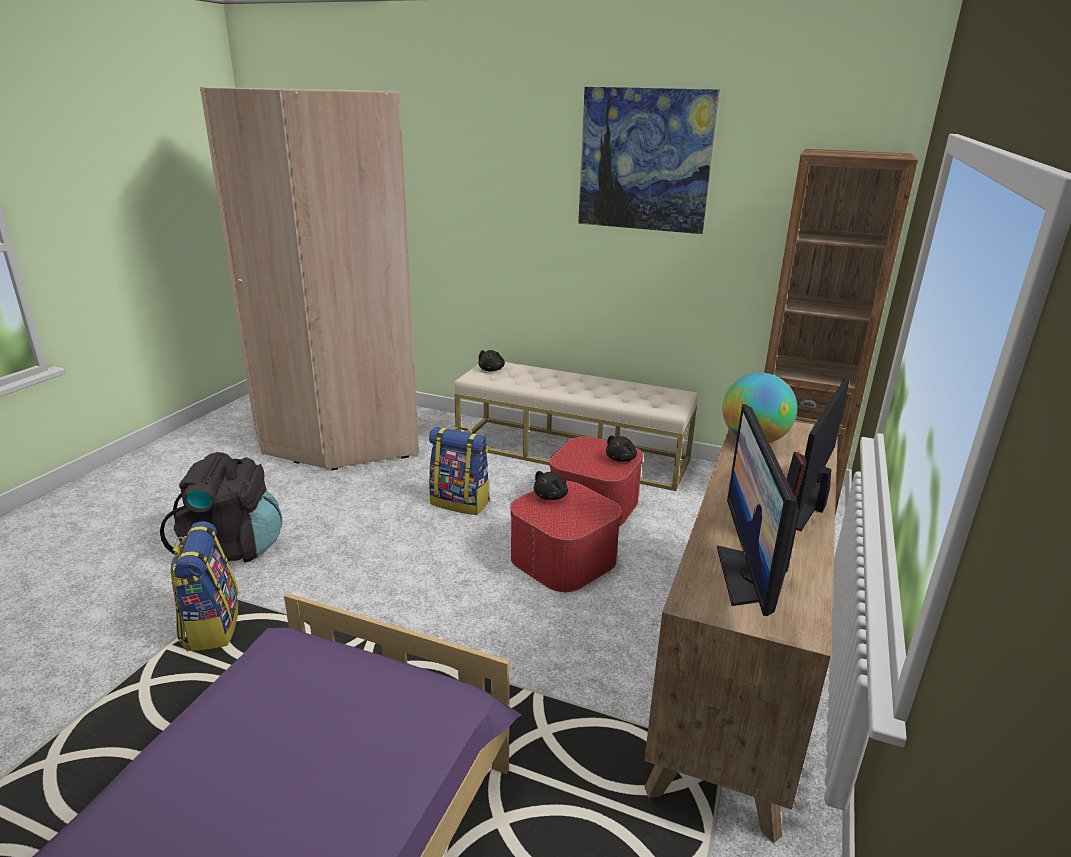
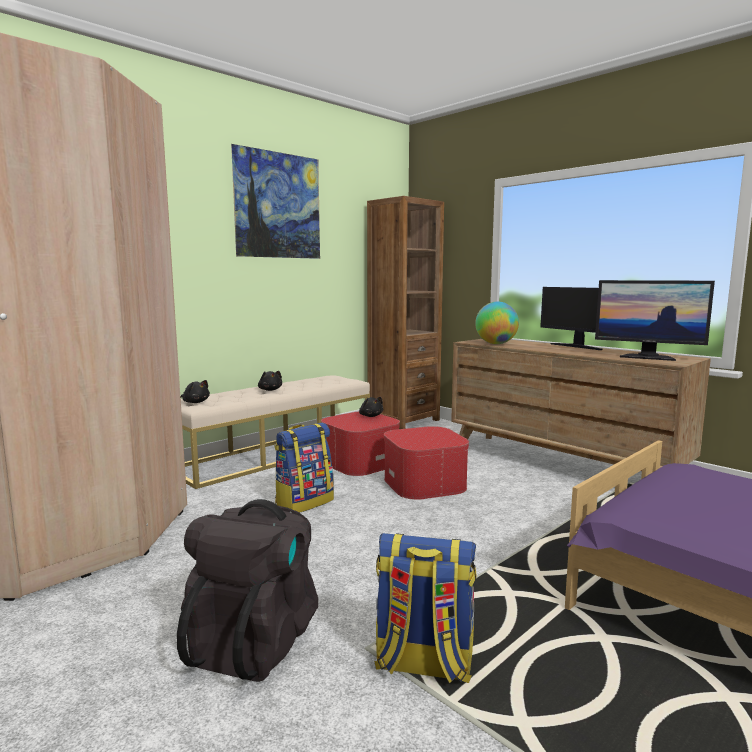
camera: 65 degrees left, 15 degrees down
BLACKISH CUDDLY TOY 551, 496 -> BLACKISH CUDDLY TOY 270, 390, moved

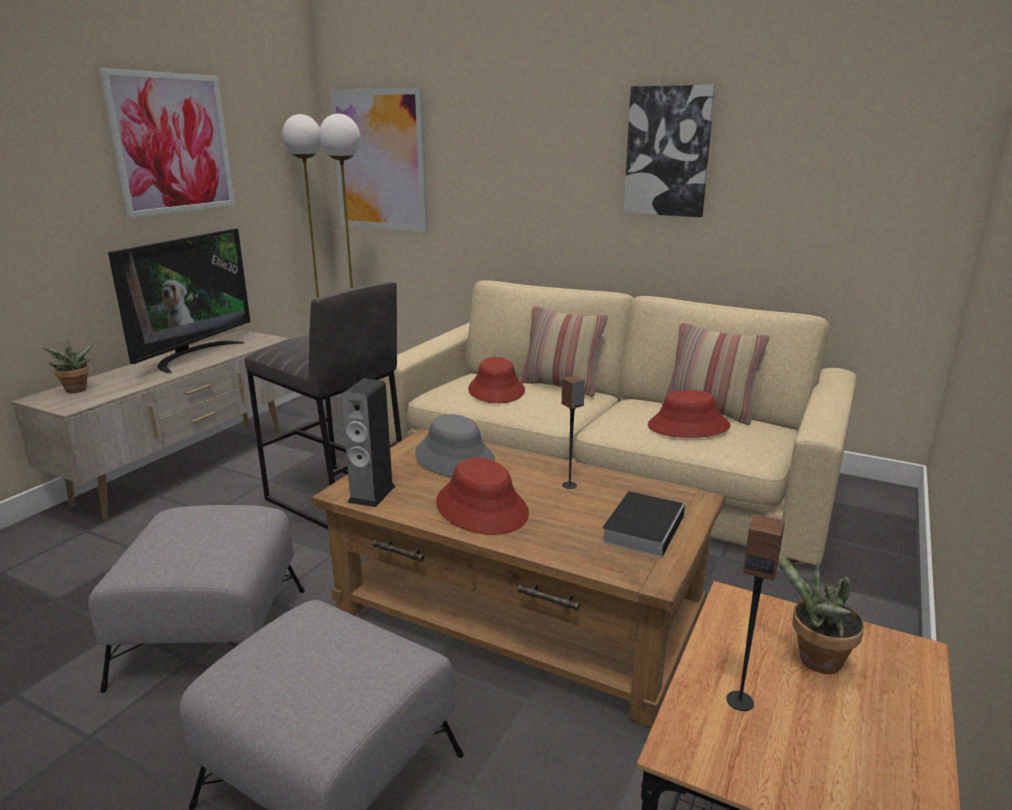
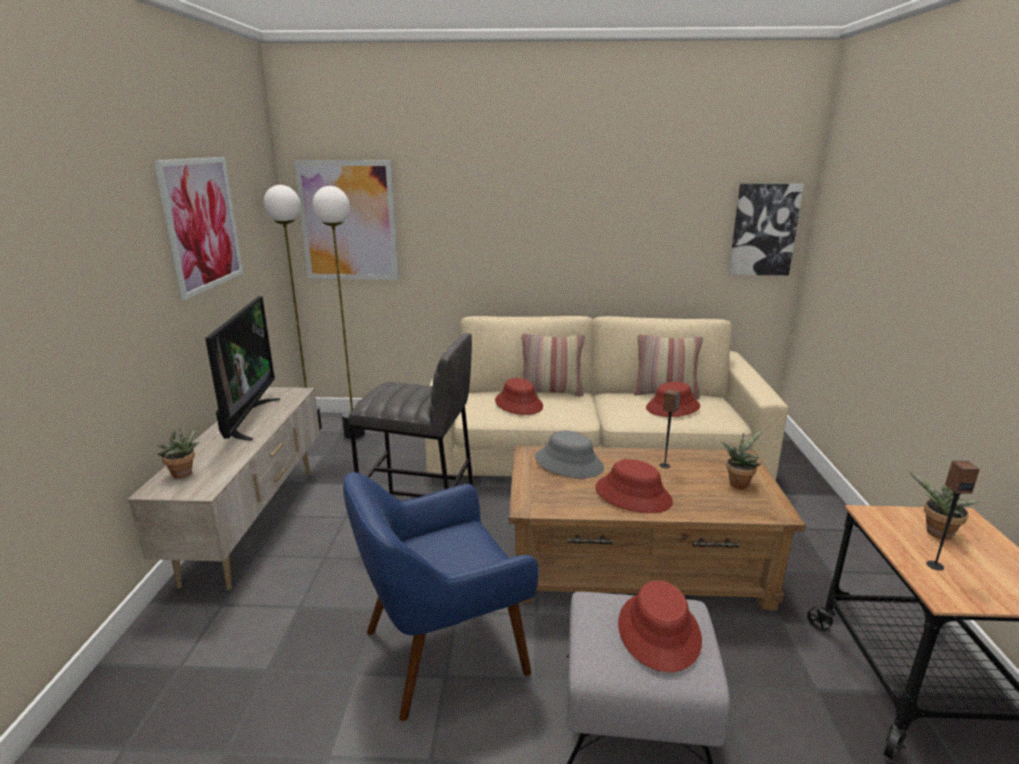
camera: 25 degrees left, 0 degrees up
AUDIO SPEAKER 372, 494 -> none
none -> REDDISH CLOTHING HAT 659, 631
WALL PICTURE 668, 152 -> WALL PICTURE 763, 229, moved
GRAY OTTOMAN 213, 635 -> BLUE ARMCHAIR 442, 651
BOOK 643, 527 -> PLANT IN A POT 738, 483

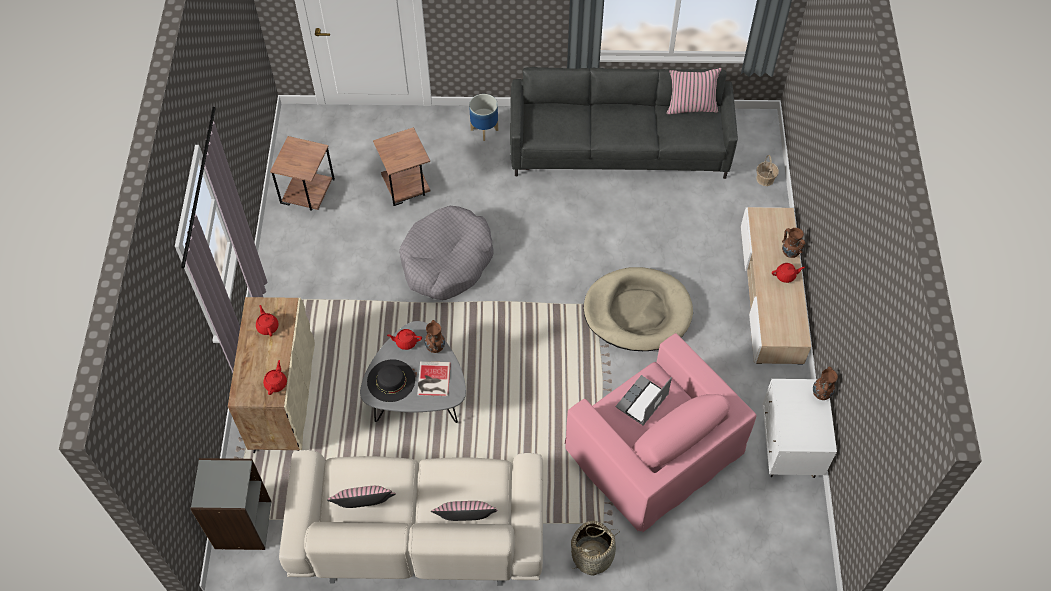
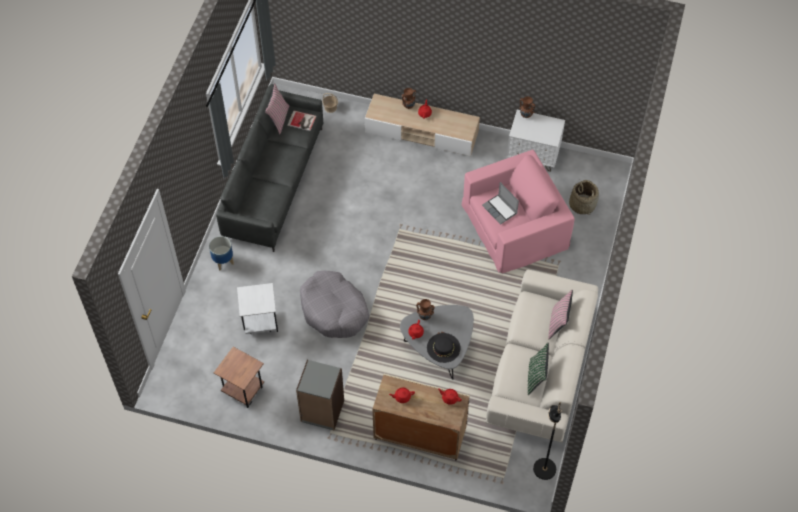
camera: 75 degrees left, 0 degrees up
SAND-COLOURED PET BED 637, 312 -> none
none -> BLACKISH STANDING LAMP 544, 469
GRAY BOOKSHELF 242, 524 -> GRAY BOOKSHELF 322, 411, moved
BOOK 432, 380 -> BOOK 302, 121, moved
STORAGE BASKET 593, 555 -> STORAGE BASKET 582, 204, moved
PINK-COLOURED CUSHION 365, 507 -> GREEN CUSHION 536, 377
BROWNISH END TABLE 405, 189 -> WHITE END TABLE 260, 324

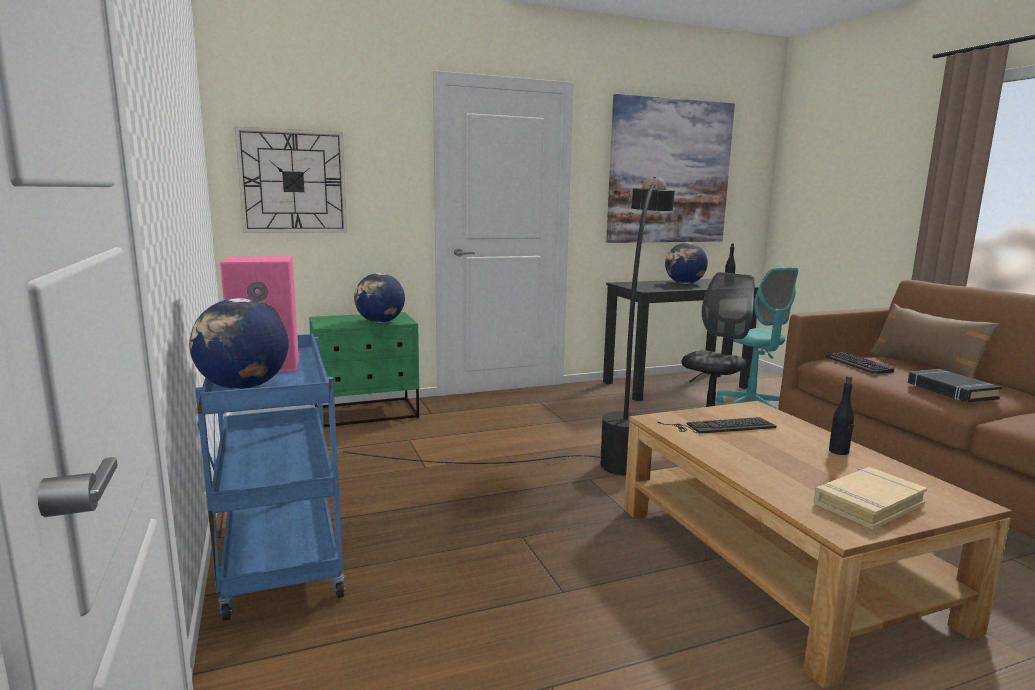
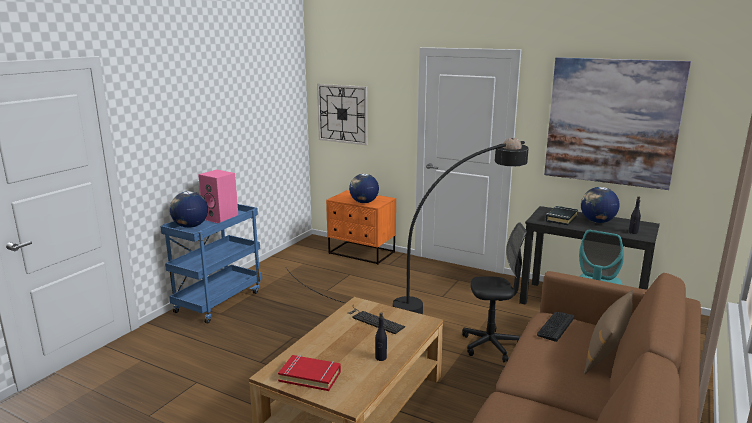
camera: 50 degrees right, 5 degrees up
BLACKISH BOOK 950, 391 -> BLACKISH BOOK 561, 218, moved
GREEN NIGHTSTAND 367, 413 -> ORANGE-COLOURED NIGHTSTAND 361, 253
SAND-COLOURED BOOK 867, 504 -> REDDISH BOOK 310, 376

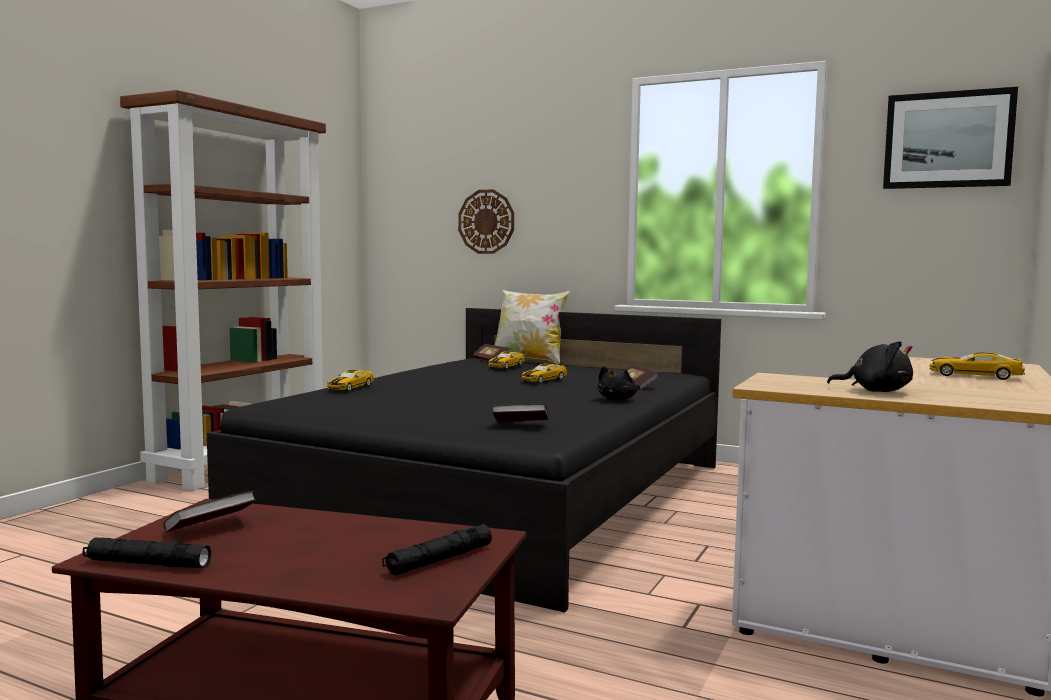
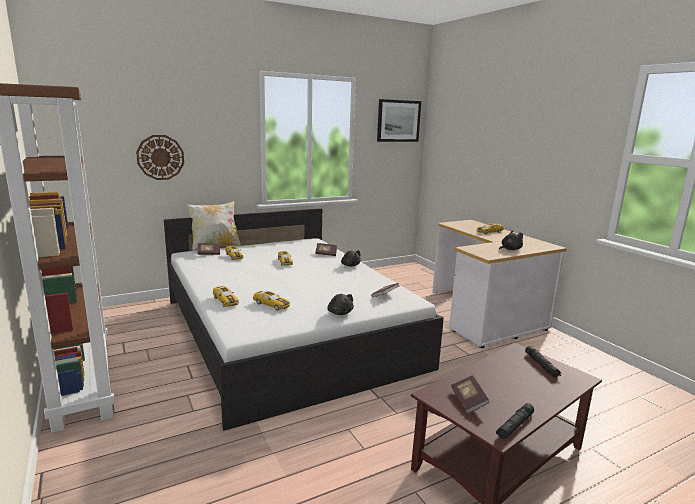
camera: 55 degrees left, 10 degrees up
none -> TOY CAR 271, 304
none -> BLACKISH CUDDLY TOY 340, 313
BLACKISH BEDROOM BED 499, 496 -> WHITE BEDROOM BED 286, 332

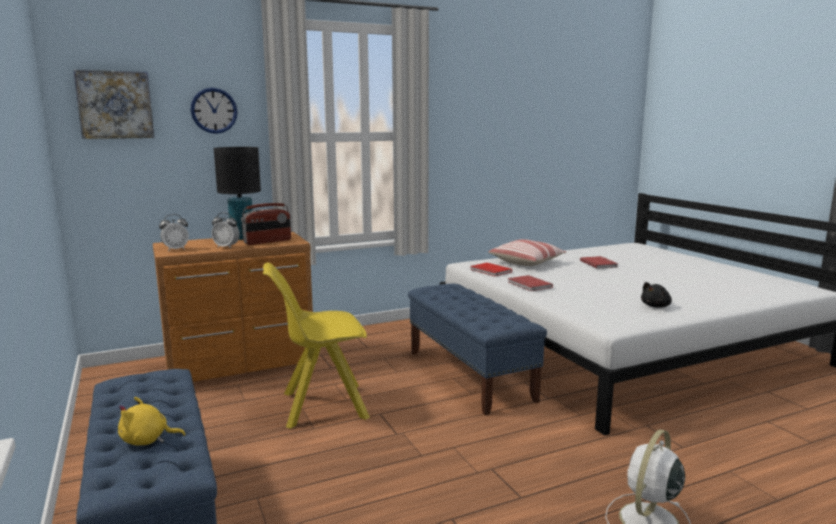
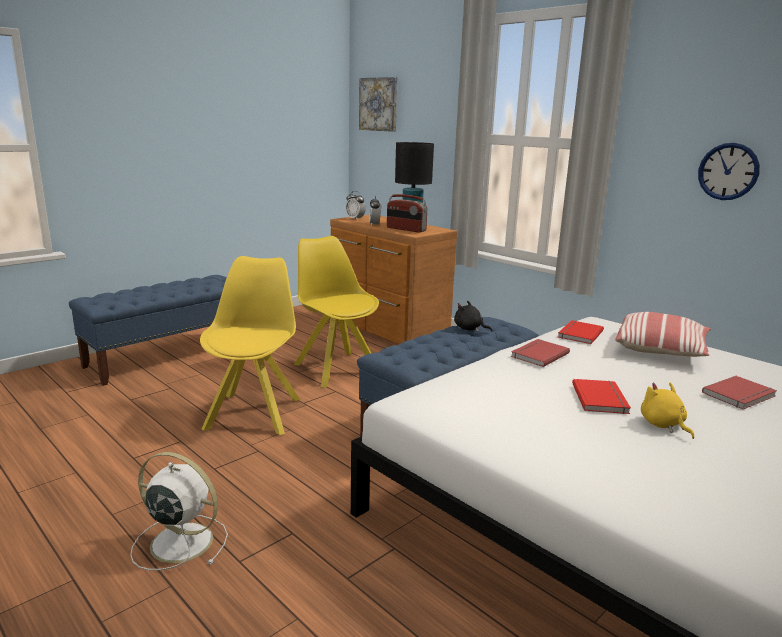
camera: 70 degrees right, 5 degrees up
none -> YELLOWISH PLAIN CHAIR 255, 412
none -> REDDISH BOOK 601, 398
YELLOWISH CUDDLY TOY 147, 440 -> YELLOWISH CUDDLY TOY 663, 425, moved
WALL CLOCK 214, 110 -> WALL CLOCK 728, 171, moved
BLACKISH CUDDLY TOY 656, 306 -> BLACKISH CUDDLY TOY 469, 329, moved

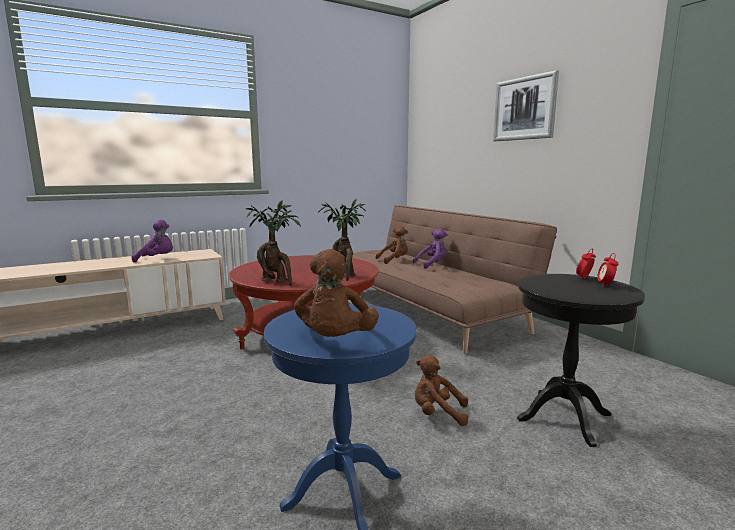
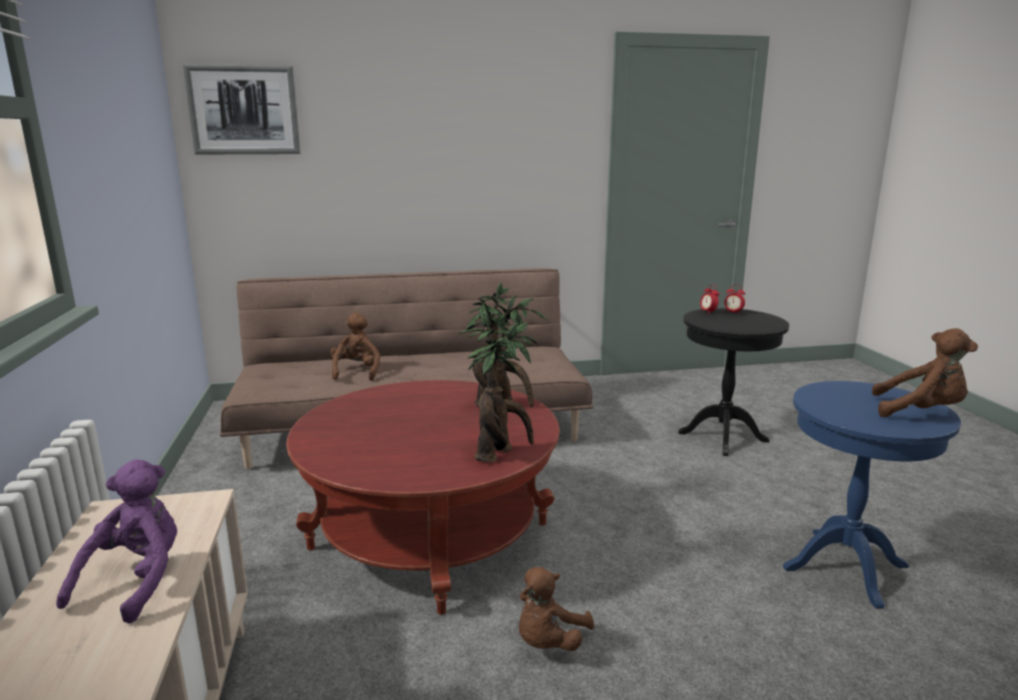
camera: 70 degrees left, 5 degrees up
PURPLISH CUDDLY TOY 432, 265 -> none
BROWNISH CUDDLY TOY 437, 414 -> BROWNISH CUDDLY TOY 548, 642, moved
WALL PICTURE 524, 108 -> WALL PICTURE 243, 110, moved

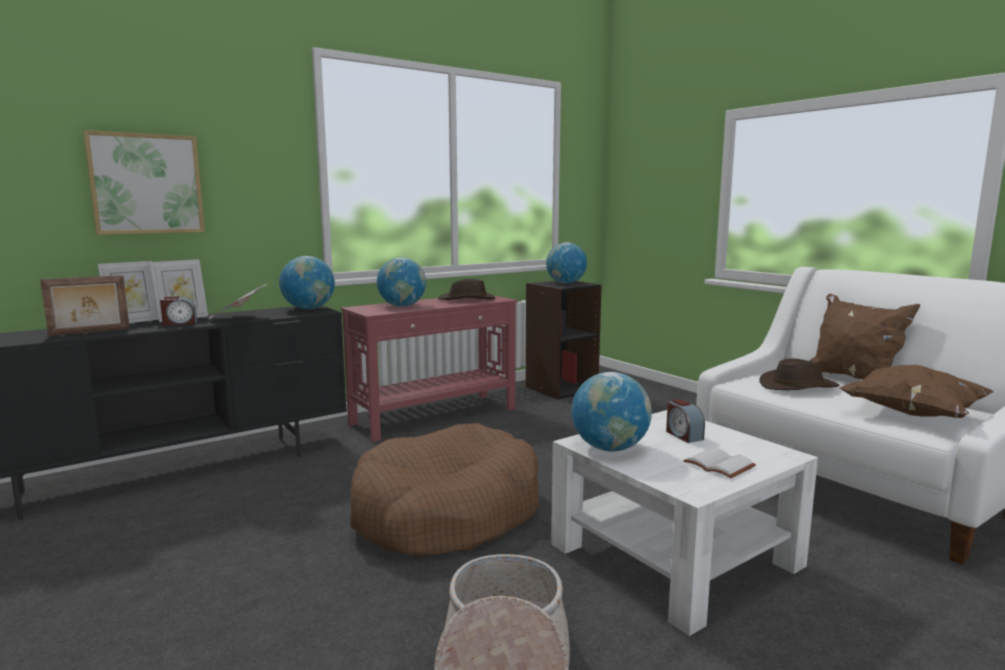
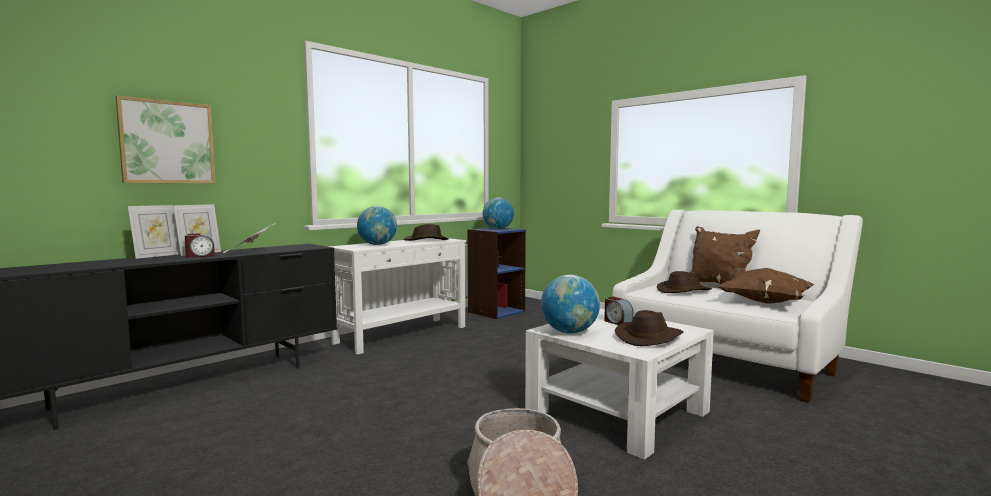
camera: 10 degrees left, 5 degrees down
PHOTO FRAME 90, 332 -> none
WORLD GLOBE 309, 308 -> none
BROWNISH PET BED 446, 512 -> none
WHITE BOOK 717, 465 -> BROWNISH CLOTHING HAT 649, 337
REDDISH NARROW TABLE 435, 416 -> WHITE NARROW TABLE 403, 335
BLACKISH BOOKSHELF 561, 388 -> BLUE BOOKSHELF 496, 311

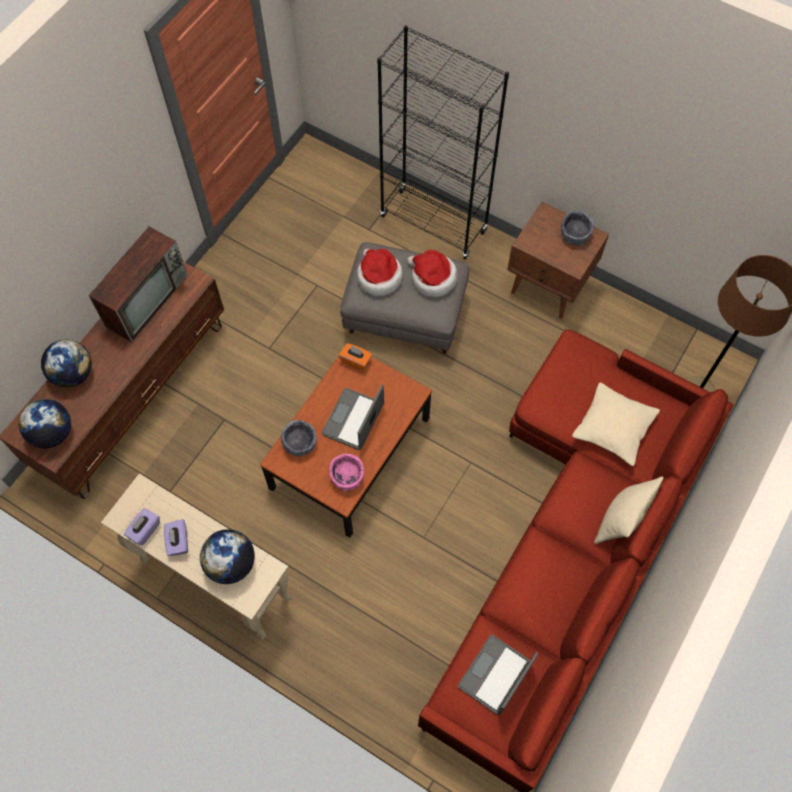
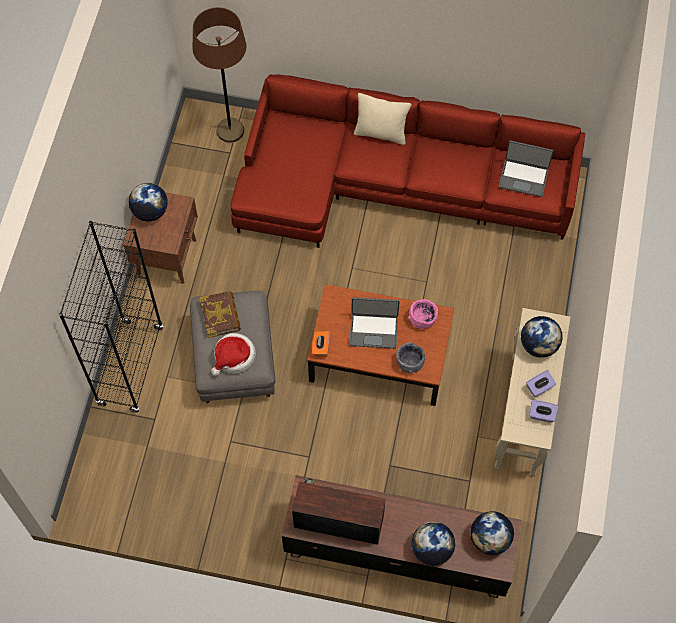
camera: 110 degrees left, 0 degrees up
SAND-COLOURED CUSHION 613, 428 -> none
CLOTHING HAT 432, 278 -> BOOK 220, 315
GRAY DEEP DISH 575, 235 -> WORLD GLOBE 150, 211

